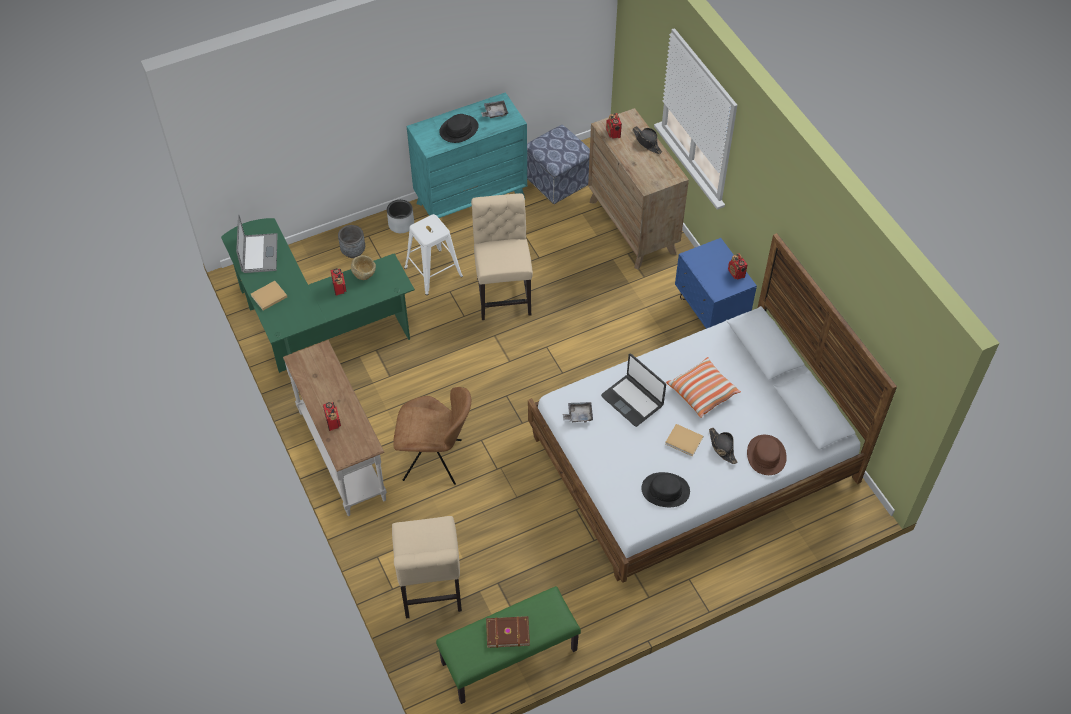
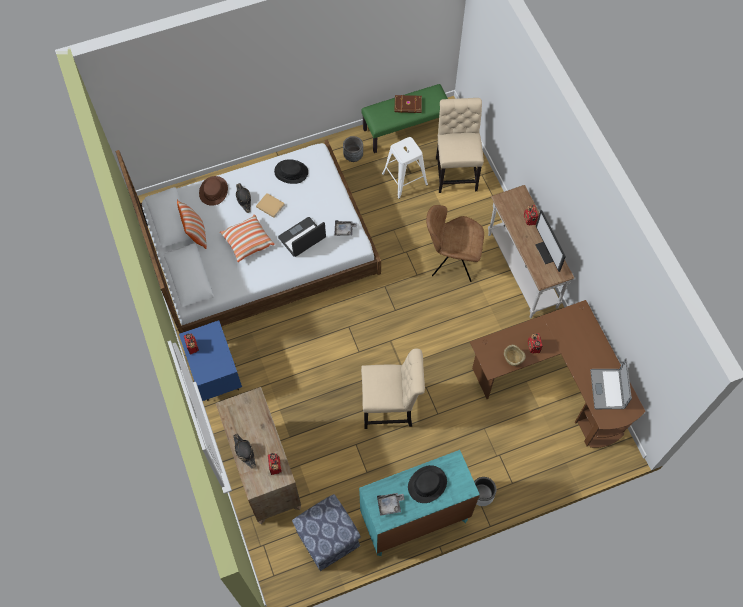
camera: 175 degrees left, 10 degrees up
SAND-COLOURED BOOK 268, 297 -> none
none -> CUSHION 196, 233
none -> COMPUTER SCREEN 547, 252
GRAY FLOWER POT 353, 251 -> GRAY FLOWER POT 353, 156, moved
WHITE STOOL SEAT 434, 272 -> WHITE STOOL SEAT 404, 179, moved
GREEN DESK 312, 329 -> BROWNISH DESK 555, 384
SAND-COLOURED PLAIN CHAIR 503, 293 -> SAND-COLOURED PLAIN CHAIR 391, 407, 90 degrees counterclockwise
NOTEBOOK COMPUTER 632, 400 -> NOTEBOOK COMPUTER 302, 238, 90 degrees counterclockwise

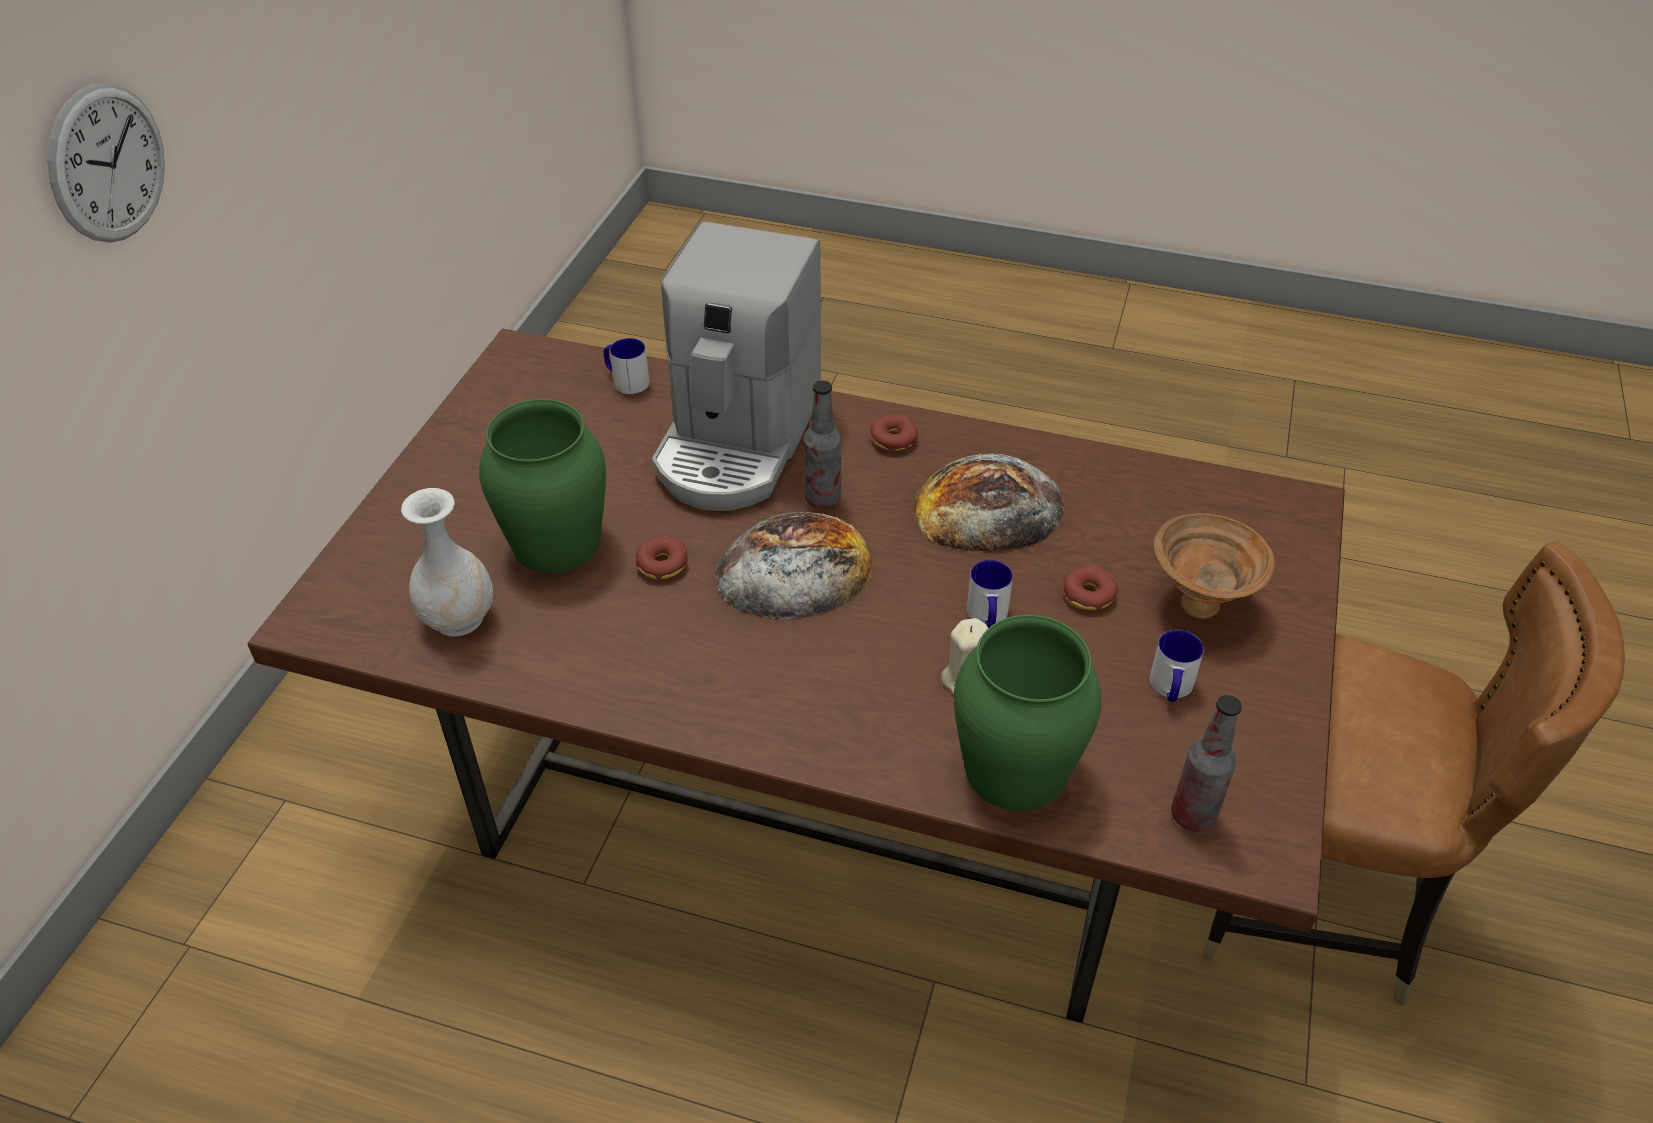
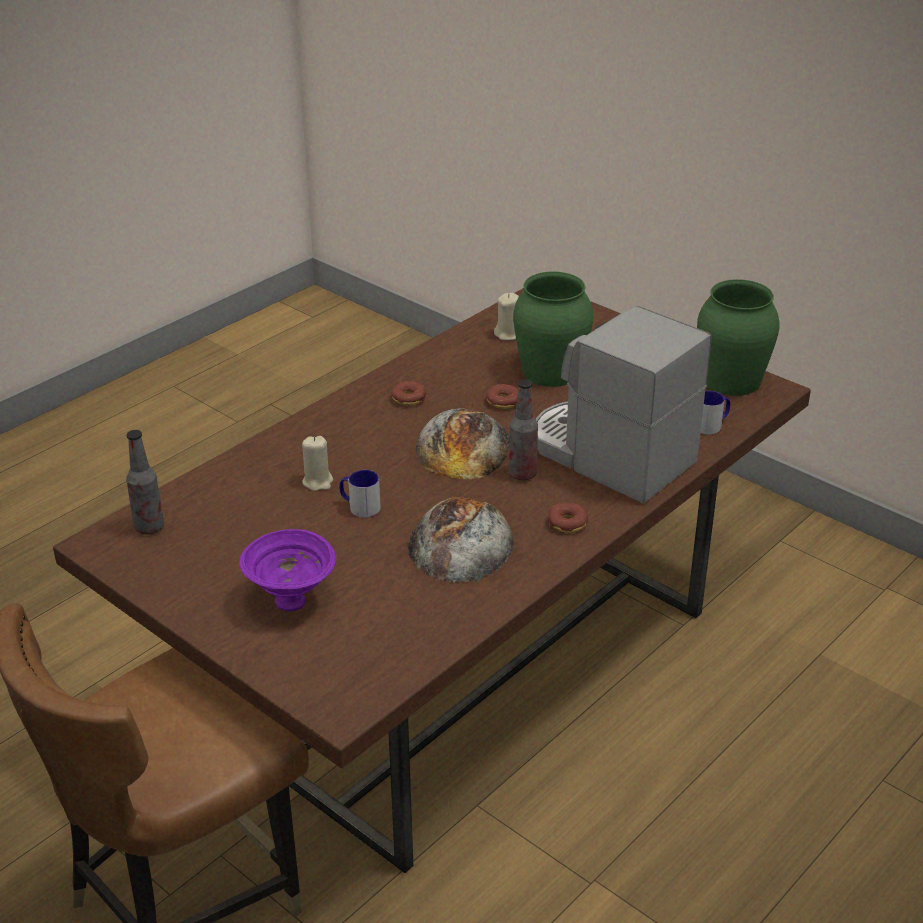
camera: 115 degrees right, 10 degrees down
WALL CLOCK 108, 163 -> none
COFFEE MUG 1170, 688 -> none
GREEN VASE 1016, 768 -> GREEN VASE 731, 380, moved
DONUT 1089, 595 -> DONUT 408, 399, moved
WHITE VASE 460, 618 -> SAND-COLOURED CANDLE 508, 334
BROWNISH DEEP DISH 1198, 603 -> PURPLISH DEEP DISH 293, 602

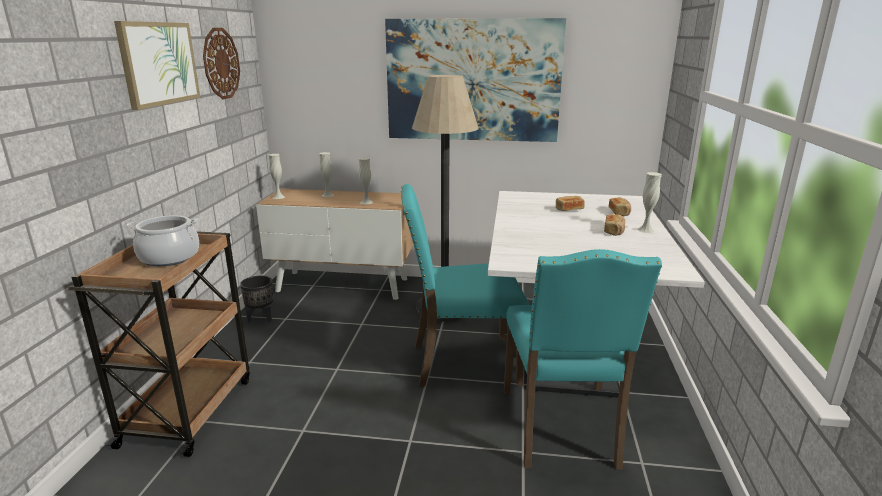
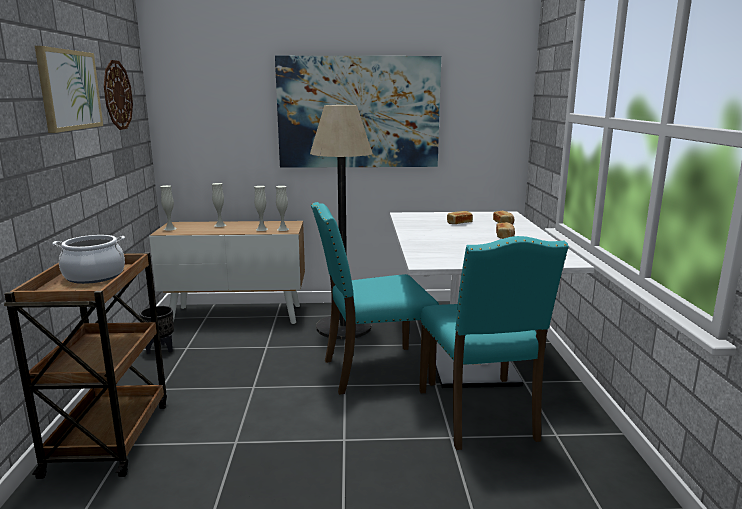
camera: 10 degrees left, 5 degrees down
WHITE VASE 645, 230 -> WHITE VASE 283, 229, moved

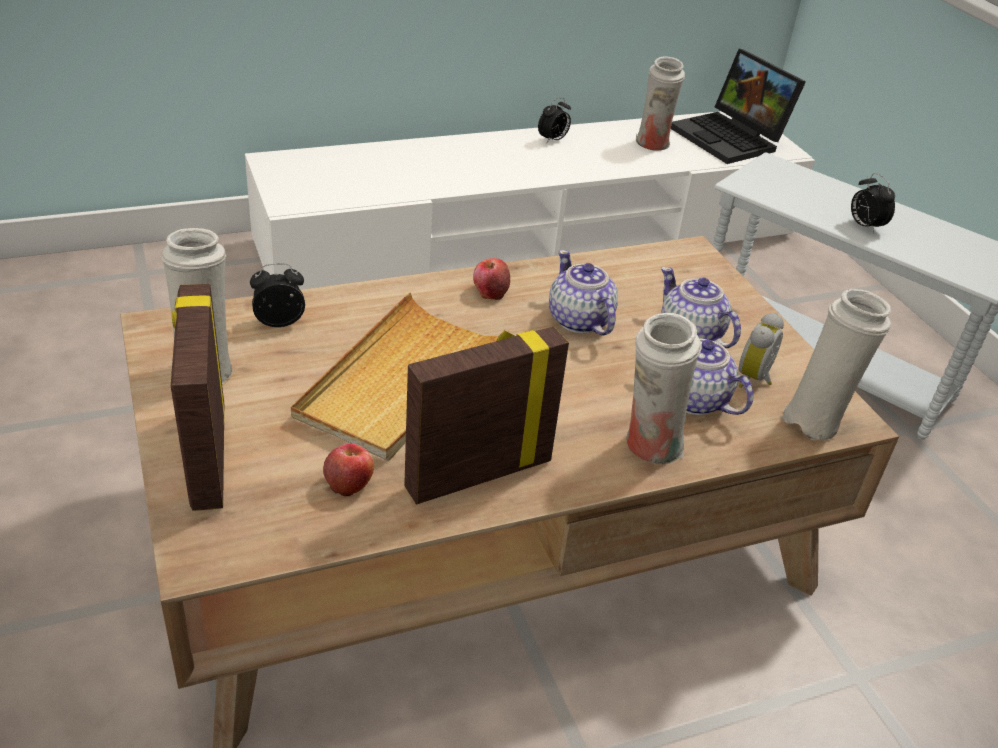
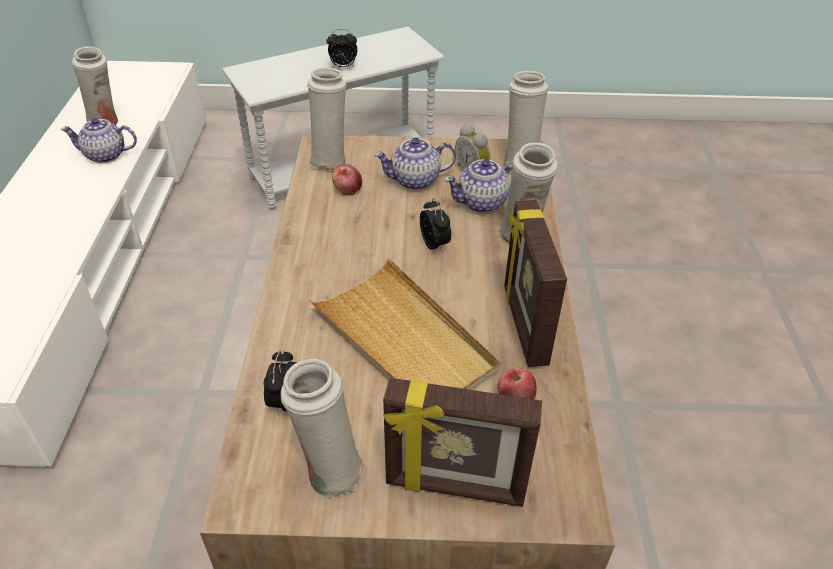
camera: 65 degrees left, 5 degrees up
NOTEBOOK COMPUTER 731, 138 -> none
none -> WHITE VASE 329, 160
WHOLE APPLE 490, 292 -> WHOLE APPLE 347, 190, moved
ALARM CLOCK 552, 140 -> ALARM CLOCK 435, 245, moved
TEA POT 579, 321 -> TEA POT 106, 155, moved

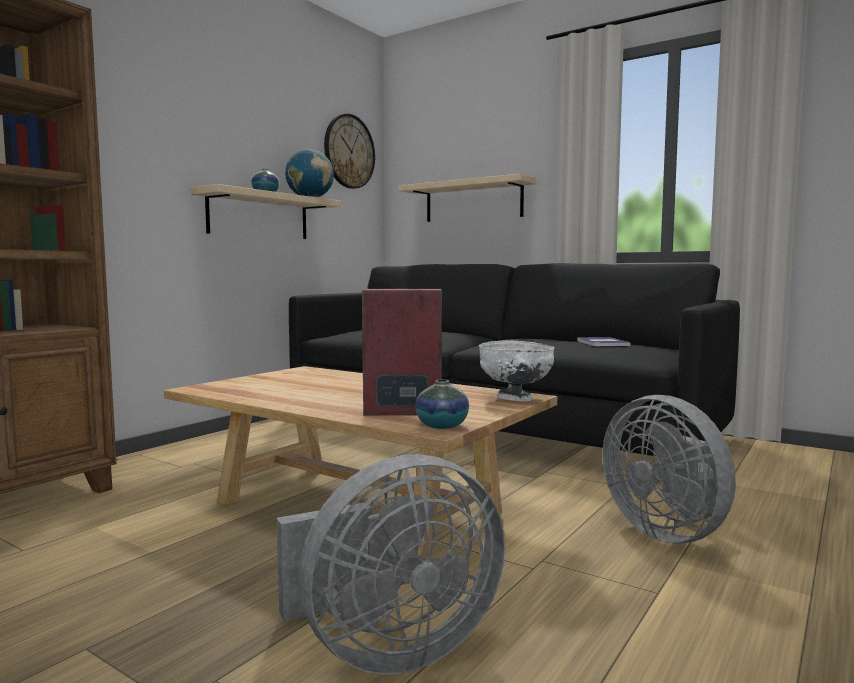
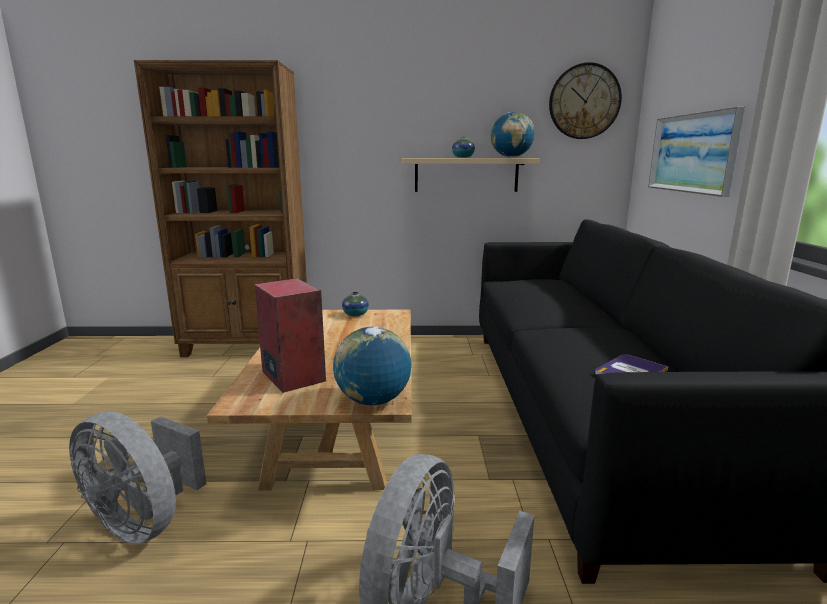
camera: 55 degrees right, 10 degrees up
VASE 442, 426 -> VASE 355, 314, moved
SAND-COLOURED WALL SHELF 473, 201 -> WALL PICTURE 692, 153
WHITE DEEP DISH 515, 399 -> WORLD GLOBE 373, 401

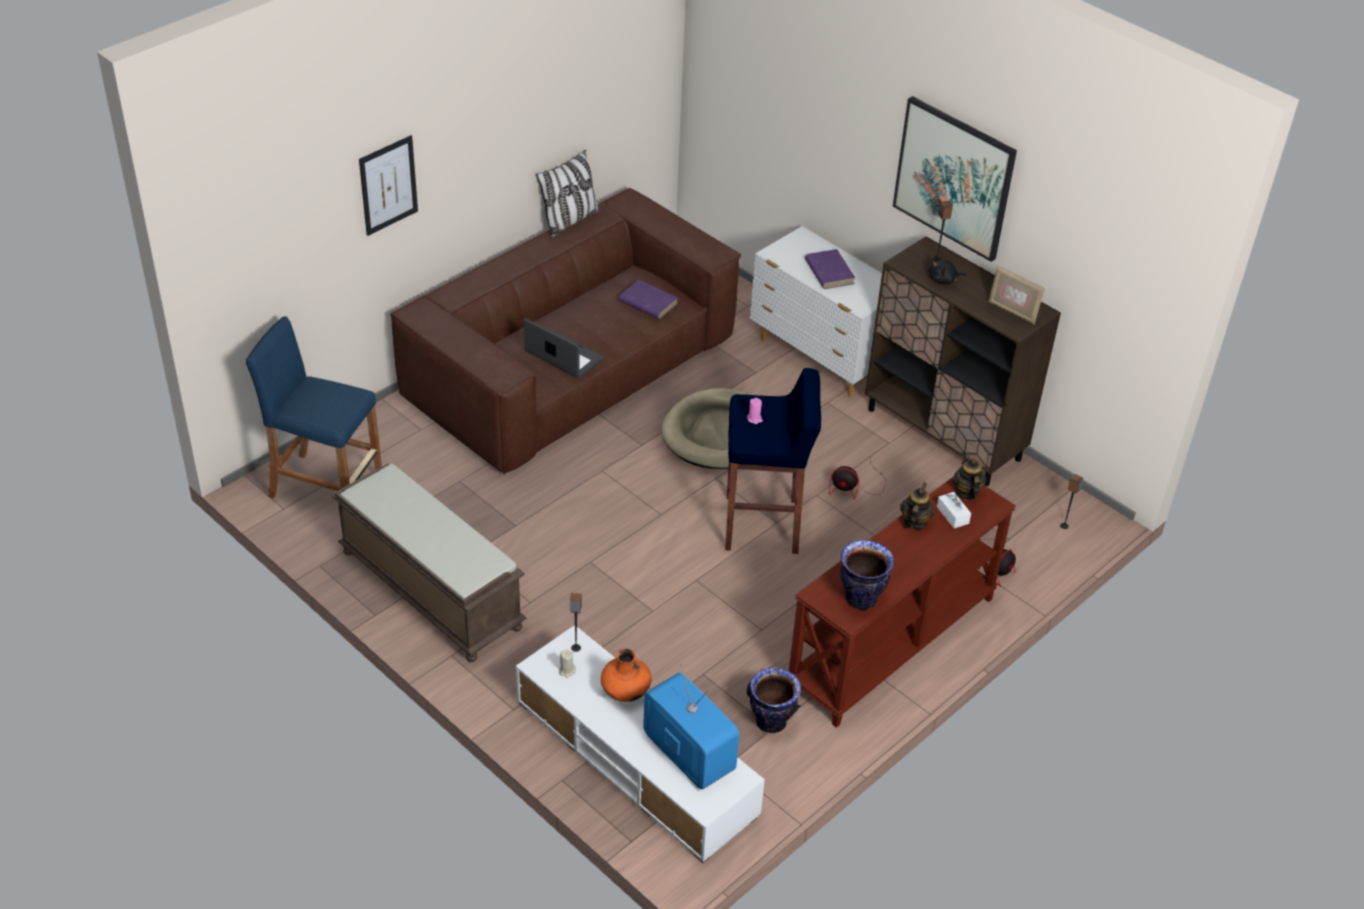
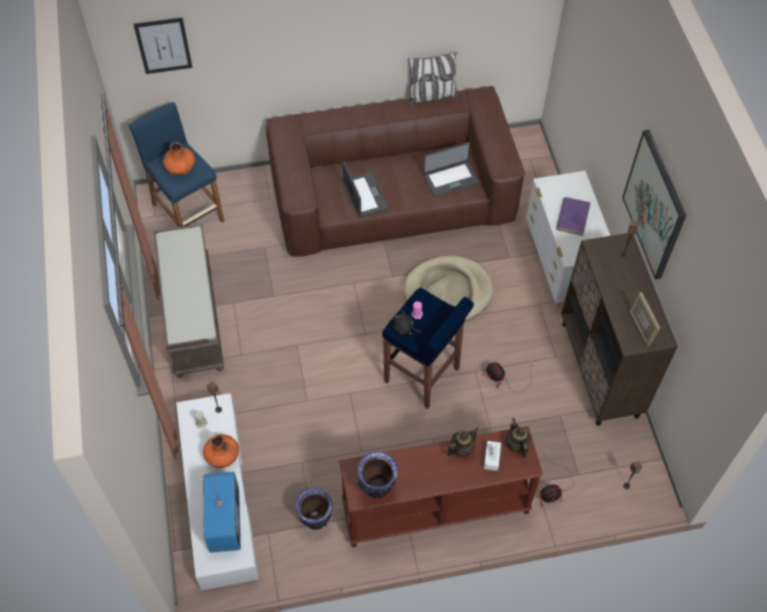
camera: 35 degrees right, 15 degrees up
none -> ORANGE-COLOURED VASE 181, 169
WALL PICTURE 388, 185 -> WALL PICTURE 163, 45, moved
BLACKISH CUDDLY TOY 944, 280 -> BLACKISH CUDDLY TOY 404, 328, moved
PURPLISH BOOK 647, 302 -> NOTEBOOK COMPUTER 450, 178
TEA POT 966, 492 -> TEA POT 516, 445, 45 degrees counterclockwise

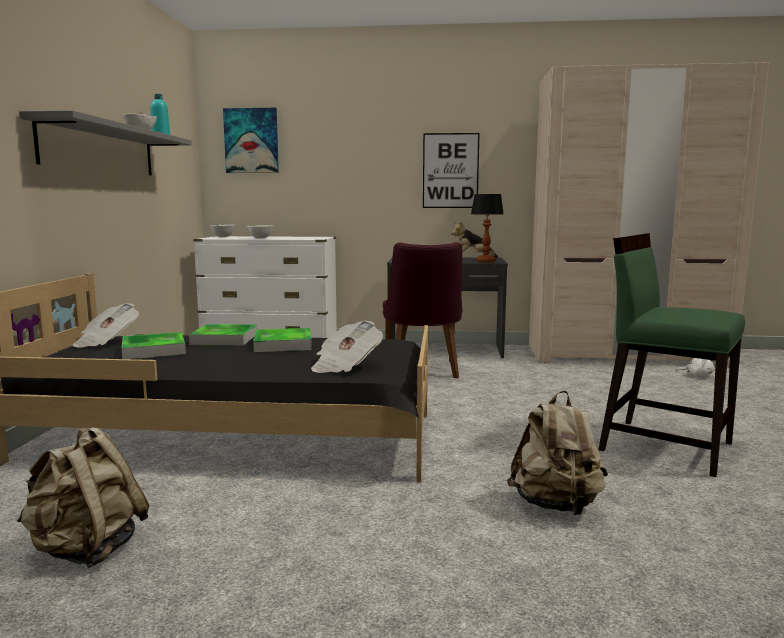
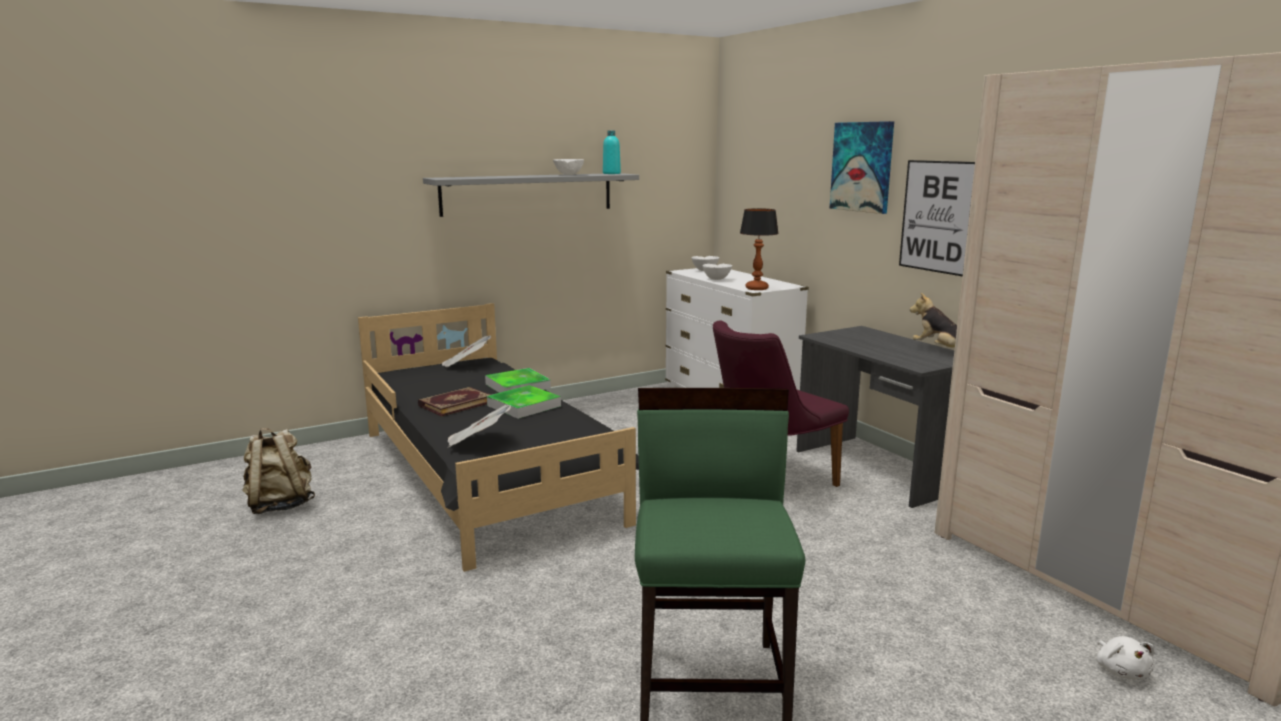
camera: 55 degrees right, 5 degrees up
SERVING TRAY 154, 350 -> none
SAND-COLOURED BACKPACK 556, 505 -> none
none -> BOOK 455, 404
WALL PICTURE 251, 141 -> WALL PICTURE 862, 167, moved
TABLE LAMP 485, 261 -> TABLE LAMP 756, 288, moved

